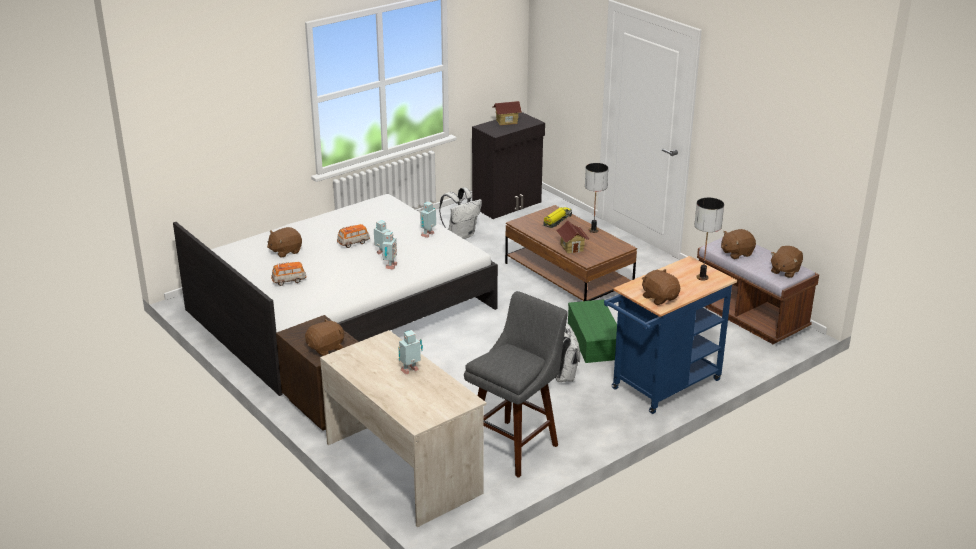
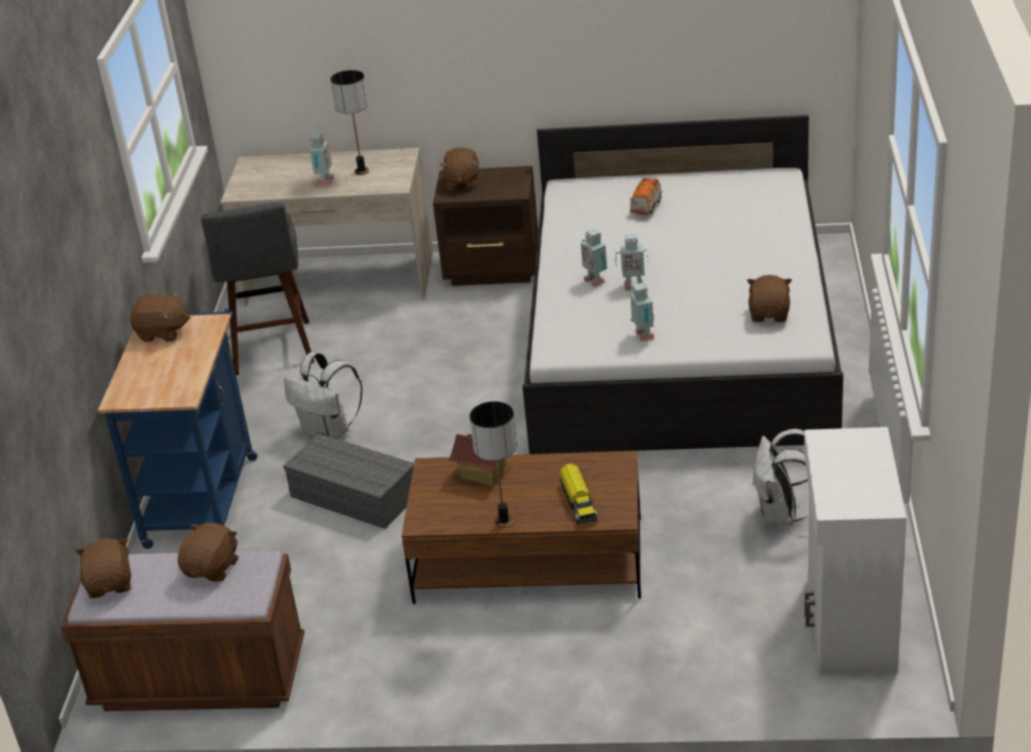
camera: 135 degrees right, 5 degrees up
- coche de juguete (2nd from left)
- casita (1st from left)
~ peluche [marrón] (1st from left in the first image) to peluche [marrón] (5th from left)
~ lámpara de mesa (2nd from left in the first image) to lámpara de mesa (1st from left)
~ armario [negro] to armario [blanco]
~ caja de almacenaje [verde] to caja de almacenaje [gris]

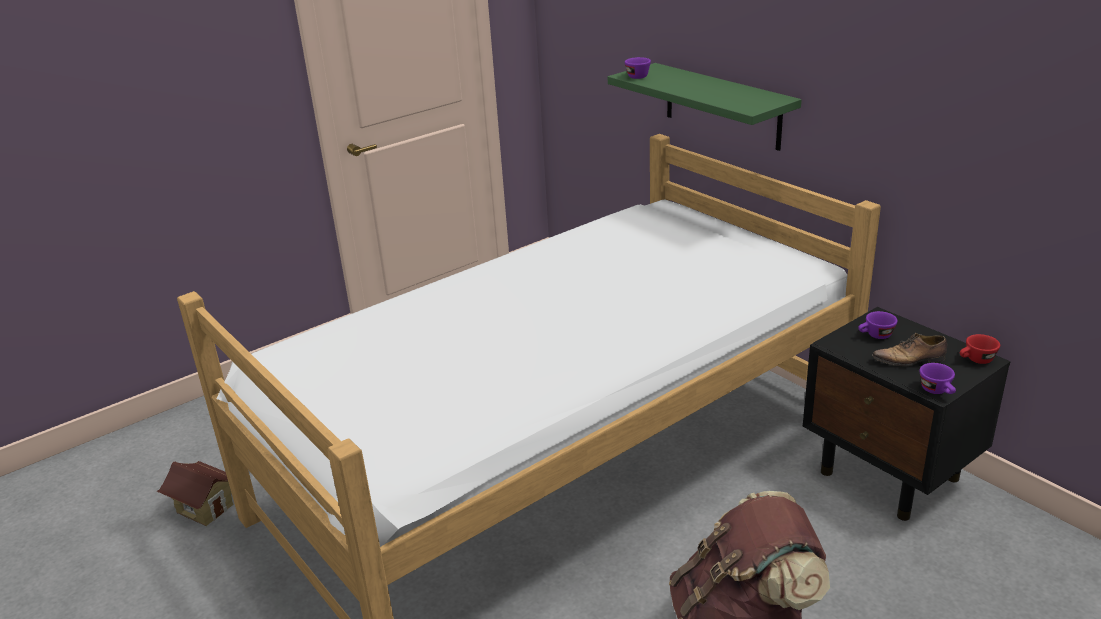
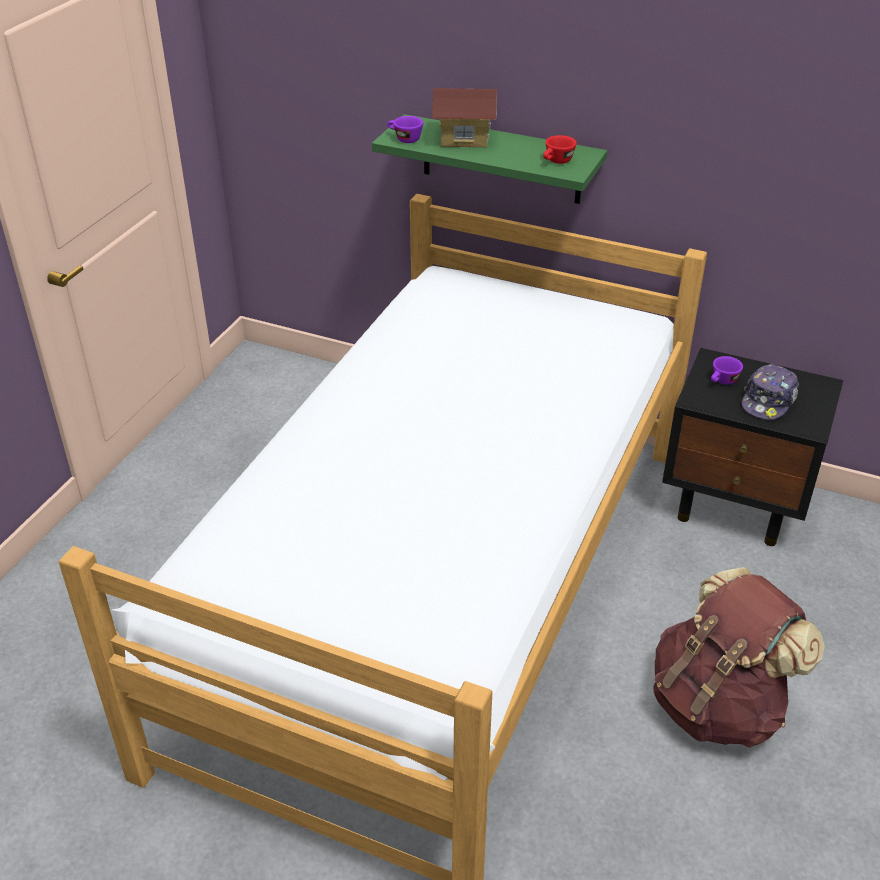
camera: 30 degrees left, 10 degrees up
- taza [morado] (3rd from left)
~ casita
~ taza [rojo]
~ zapato to gorra

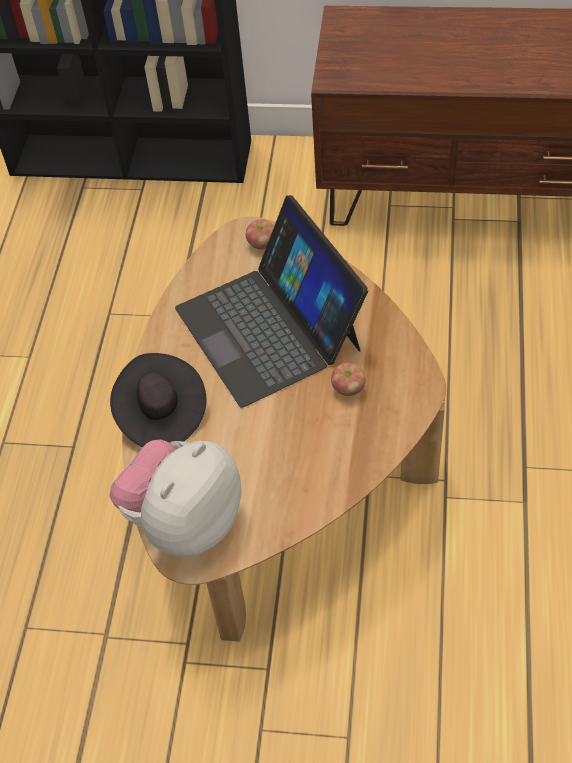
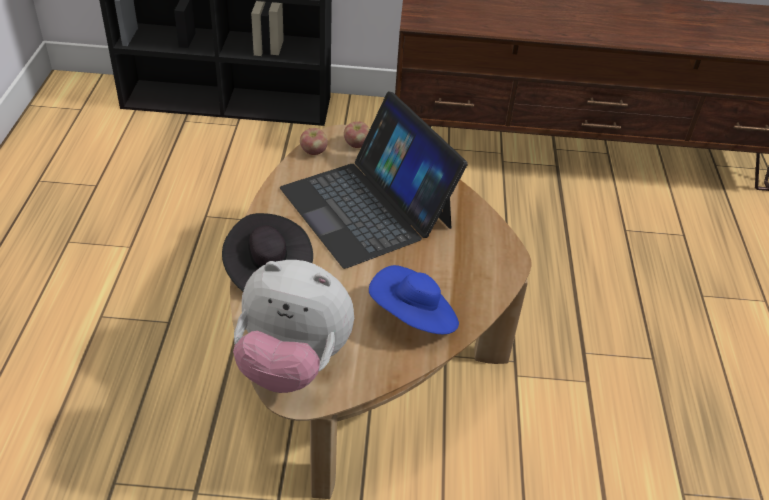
camera: 10 degrees left, 10 degrees down
+ sombrero [azul]
~ manzana (2nd from left in the first image) to manzana (1st from left)
~ peluche 105 degrees counterclockwise

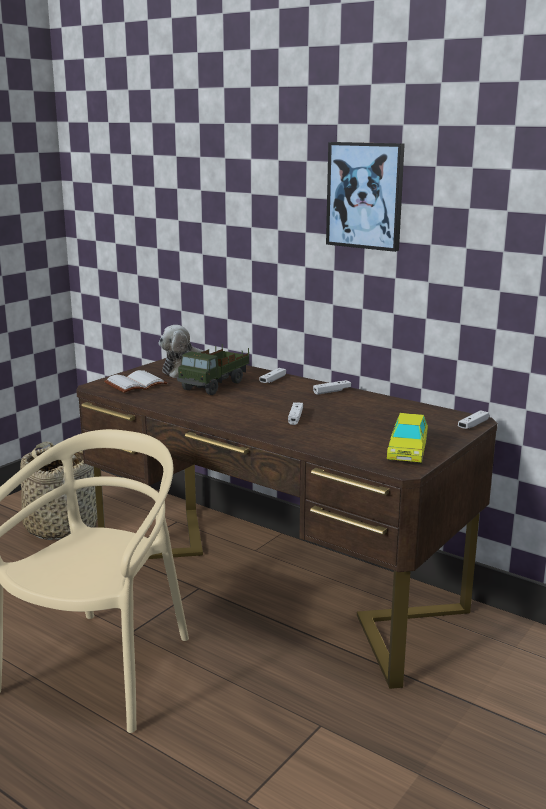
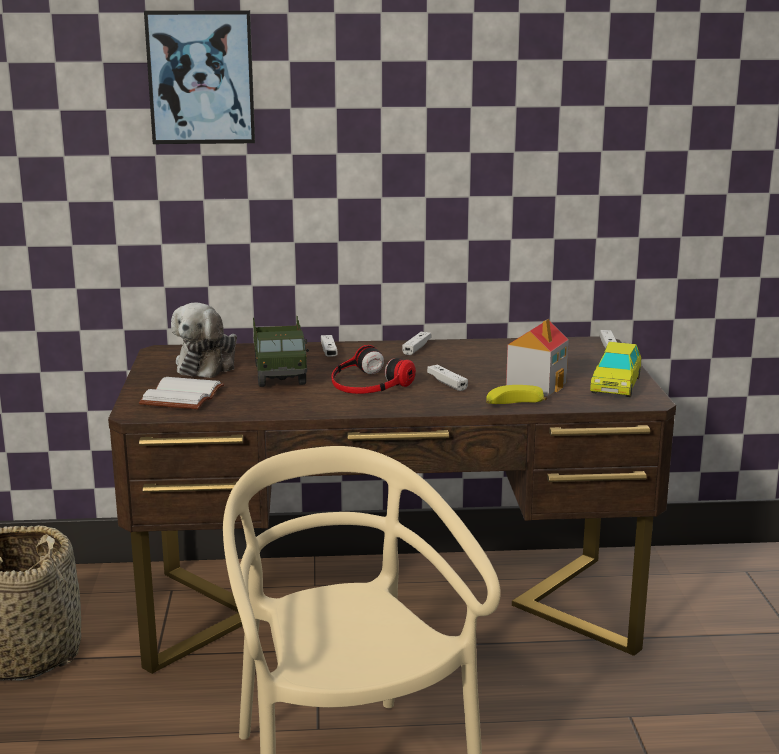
camera: 40 degrees left, 0 degrees up
+ auriculares
+ plátano
+ casita
~ cuadro
~ coche de juguete 45 degrees clockwise

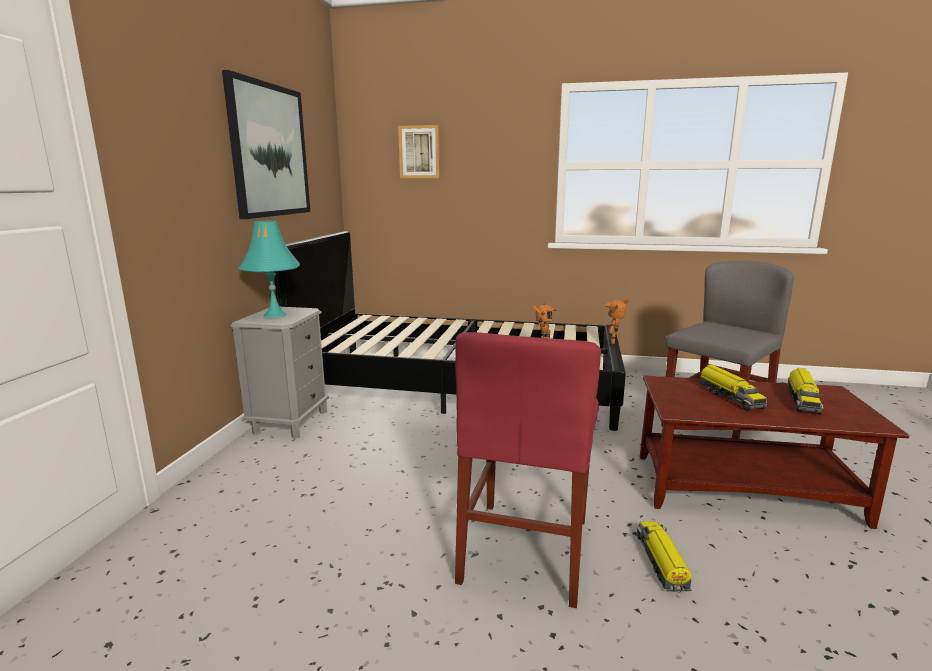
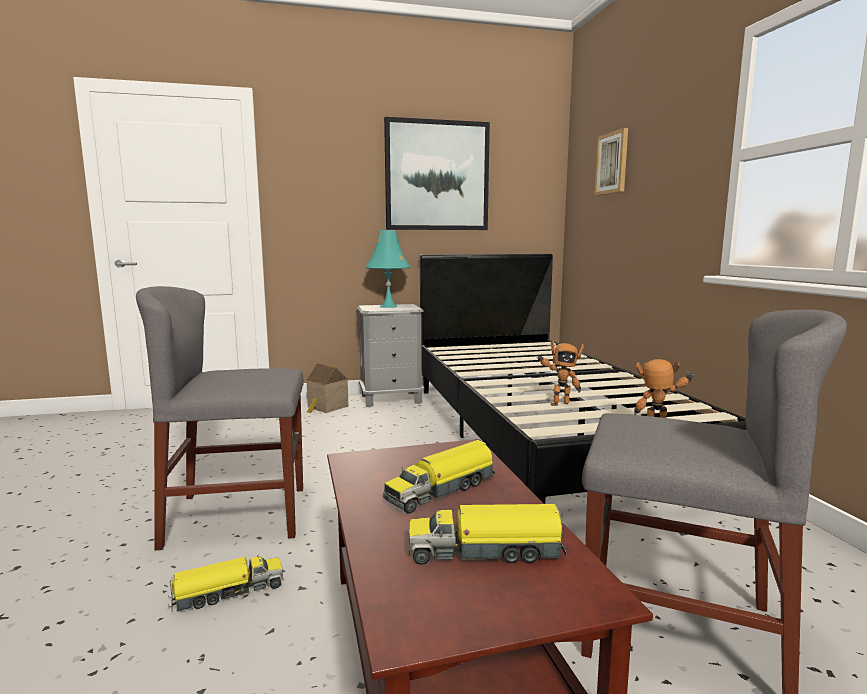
camera: 65 degrees right, 5 degrees down
+ casita
~ silla [rojo] to silla [gris] (1st from left)

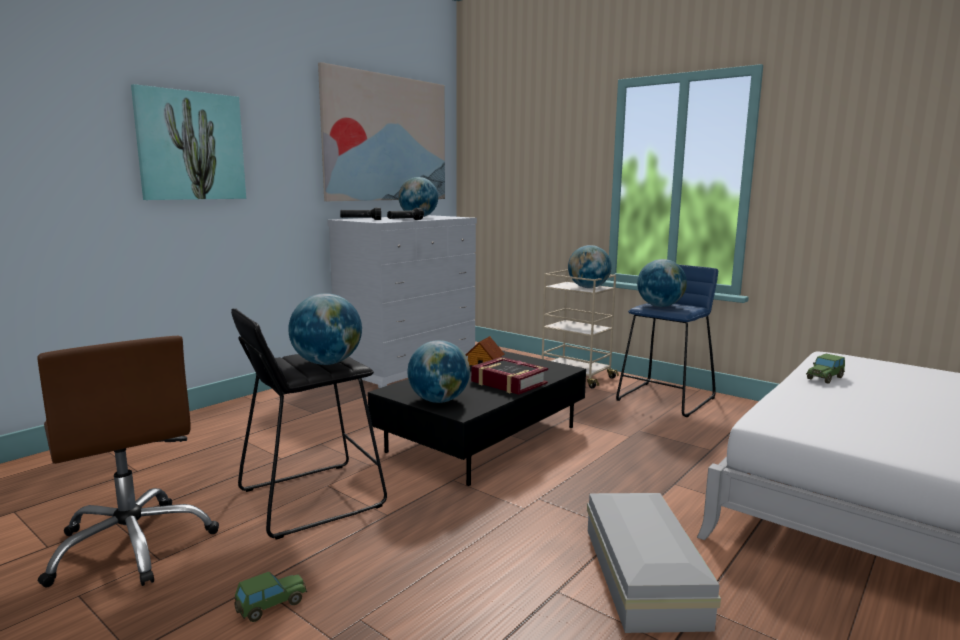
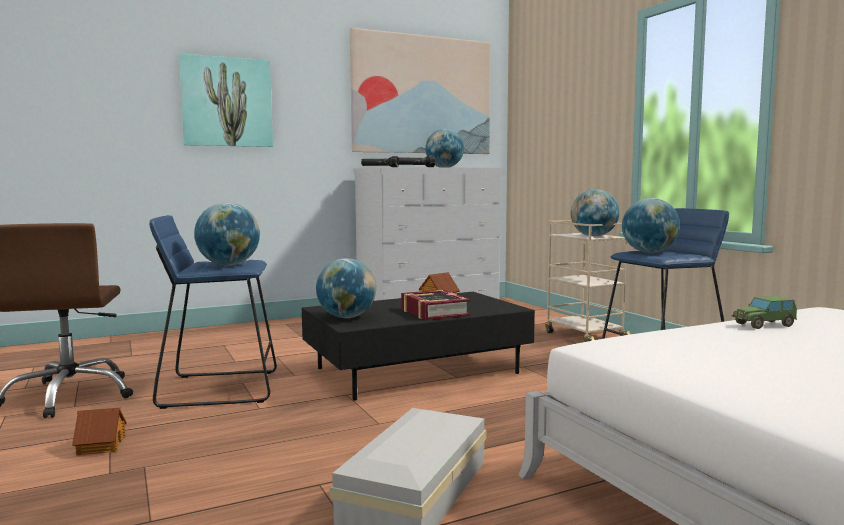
camera: 25 degrees right, 5 degrees down
~ coche de juguete (1st from left) to casita (1st from left)
~ taburete [negro] to taburete [azul] (1st from left)

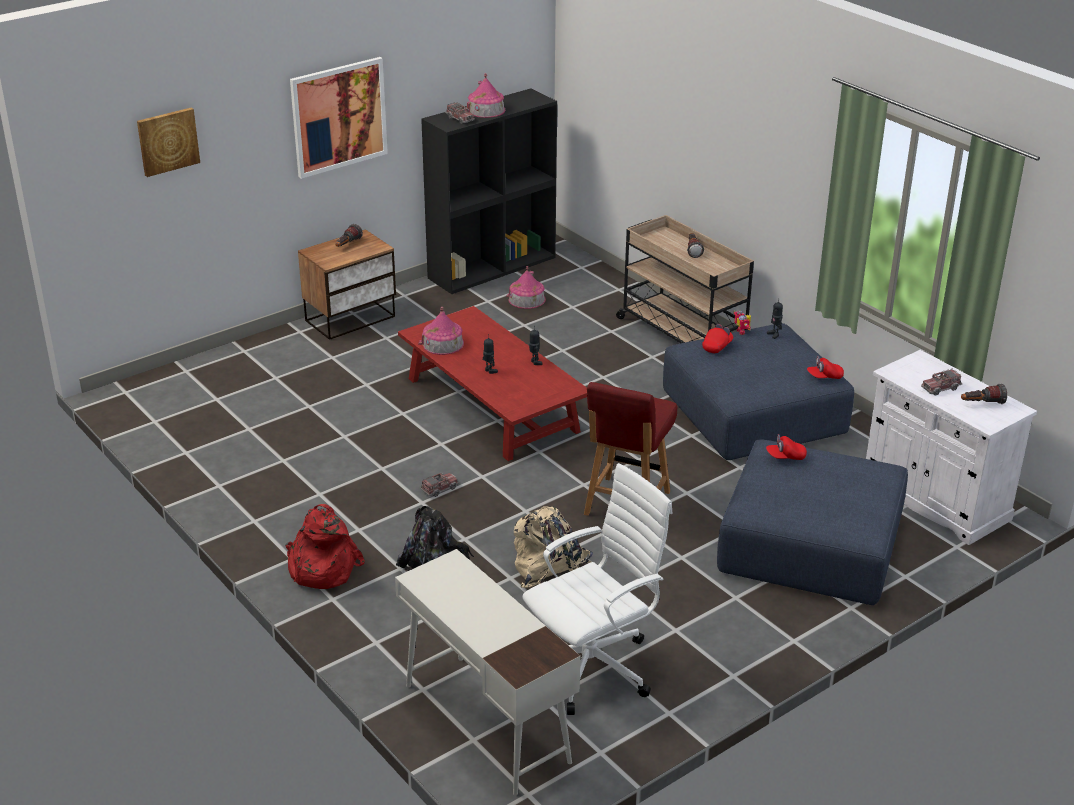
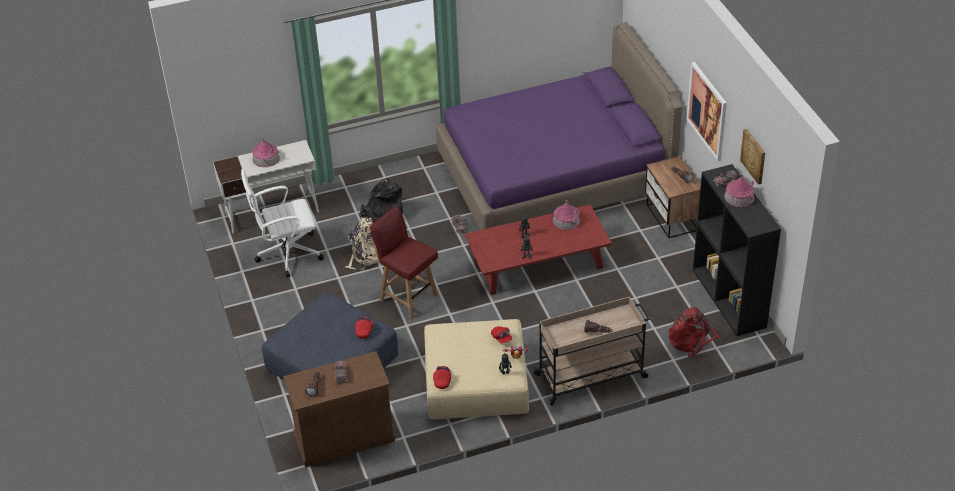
camera: 110 degrees right, 10 degrees up
+ cama [morado]
~ cuadro (1st from left in the first image) to cuadro (2nd from left)
~ mochila [rojo]
~ casita (3rd from left in the first image) to casita (1st from left)
~ puf [azul] (1st from left) to puf [beis]
~ armario [blanco] to armario [marrón]
~ silla de oficina [blanco] 90 degrees clockwise

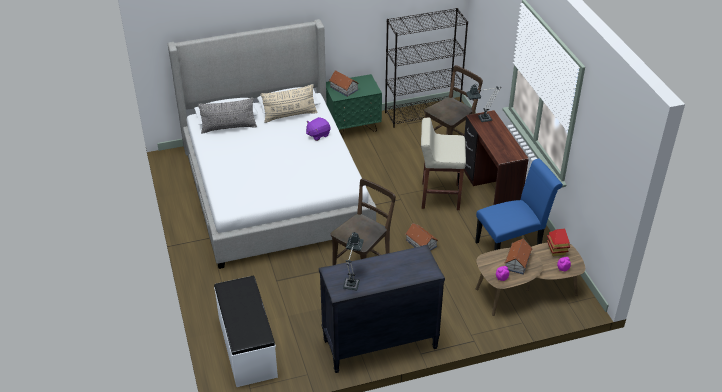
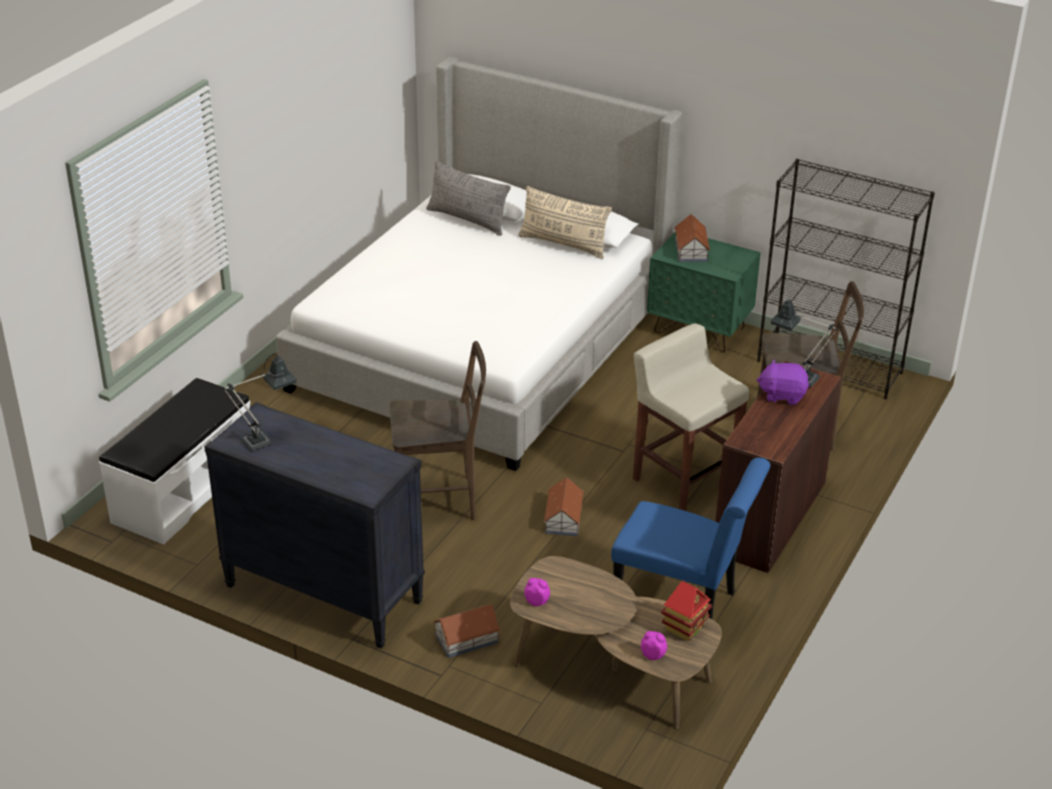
camera: 45 degrees right, 5 degrees down
~ peluche [morado]
~ casita (3rd from left in the first image) to casita (1st from left)

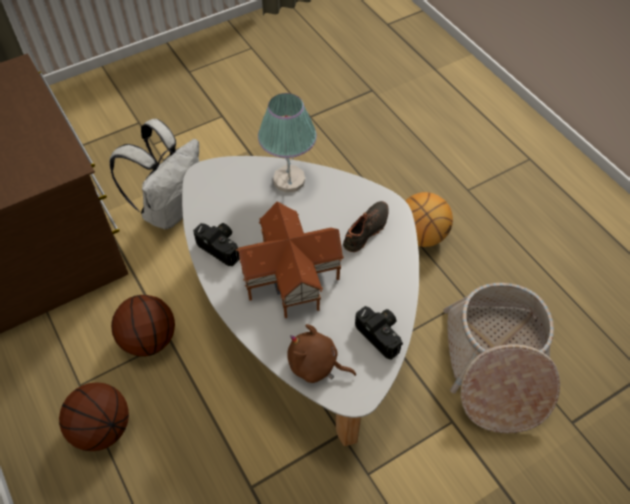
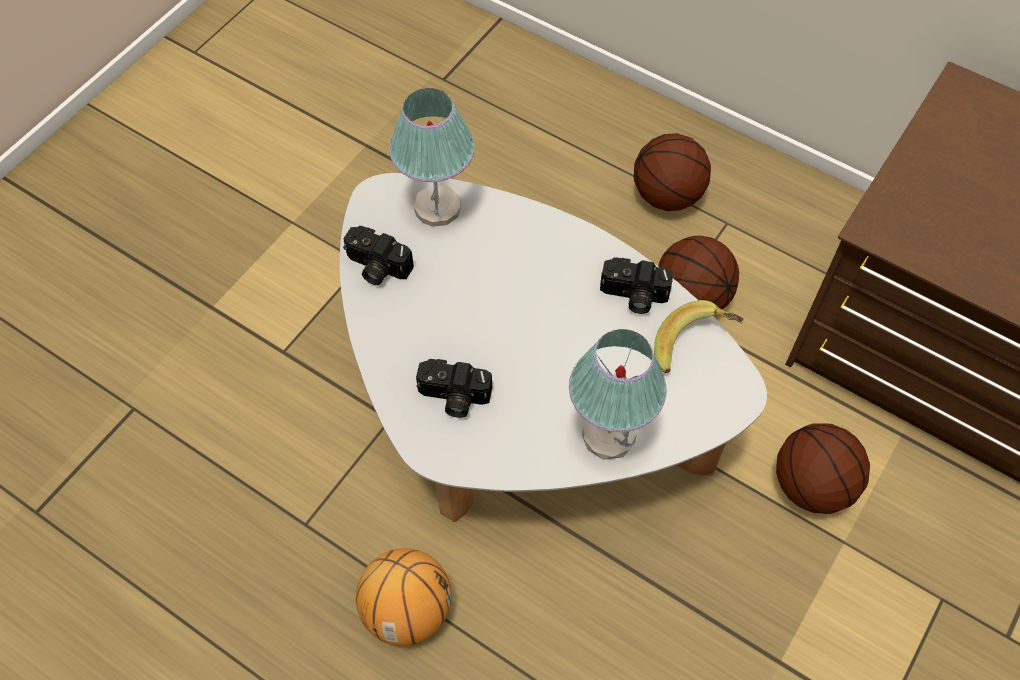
camera: 155 degrees right, 5 degrees up
- casita
- cesta
+ plátano
~ mochila [blanco] to balón de baloncesto (4th from left)
~ peluche [marrón] to lámpara de mesa (1st from left)
~ zapato [negro] to cámara (2nd from left)

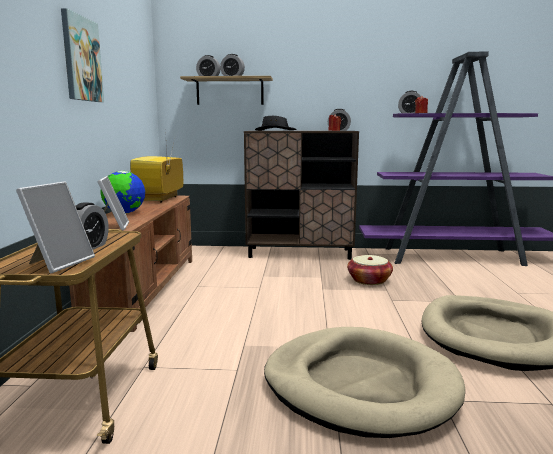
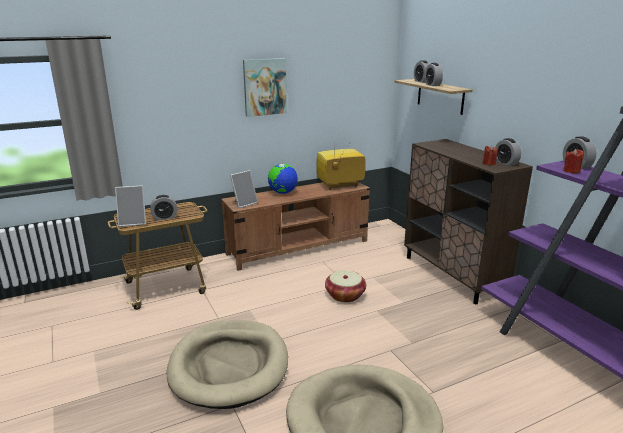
camera: 60 degrees right, 10 degrees up
- sombrero [negro]
~ cesta

